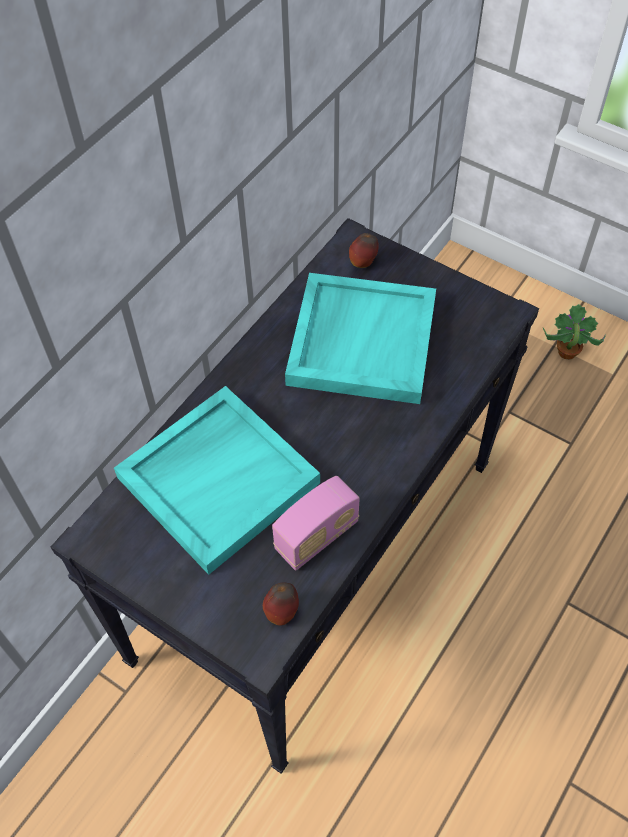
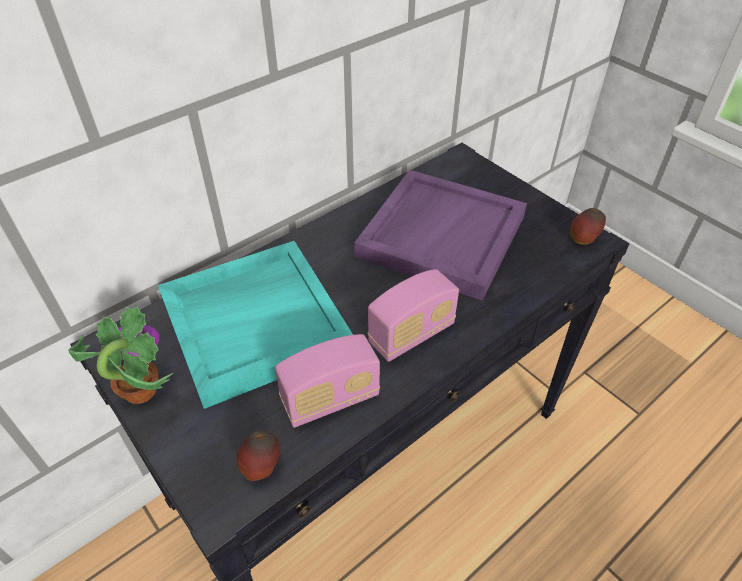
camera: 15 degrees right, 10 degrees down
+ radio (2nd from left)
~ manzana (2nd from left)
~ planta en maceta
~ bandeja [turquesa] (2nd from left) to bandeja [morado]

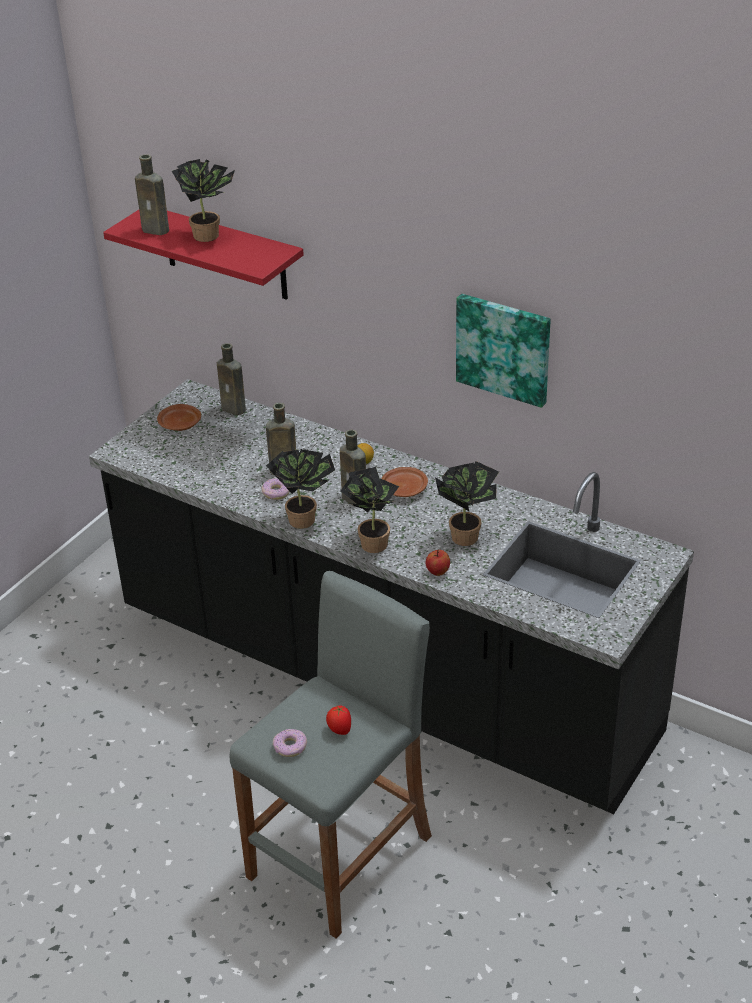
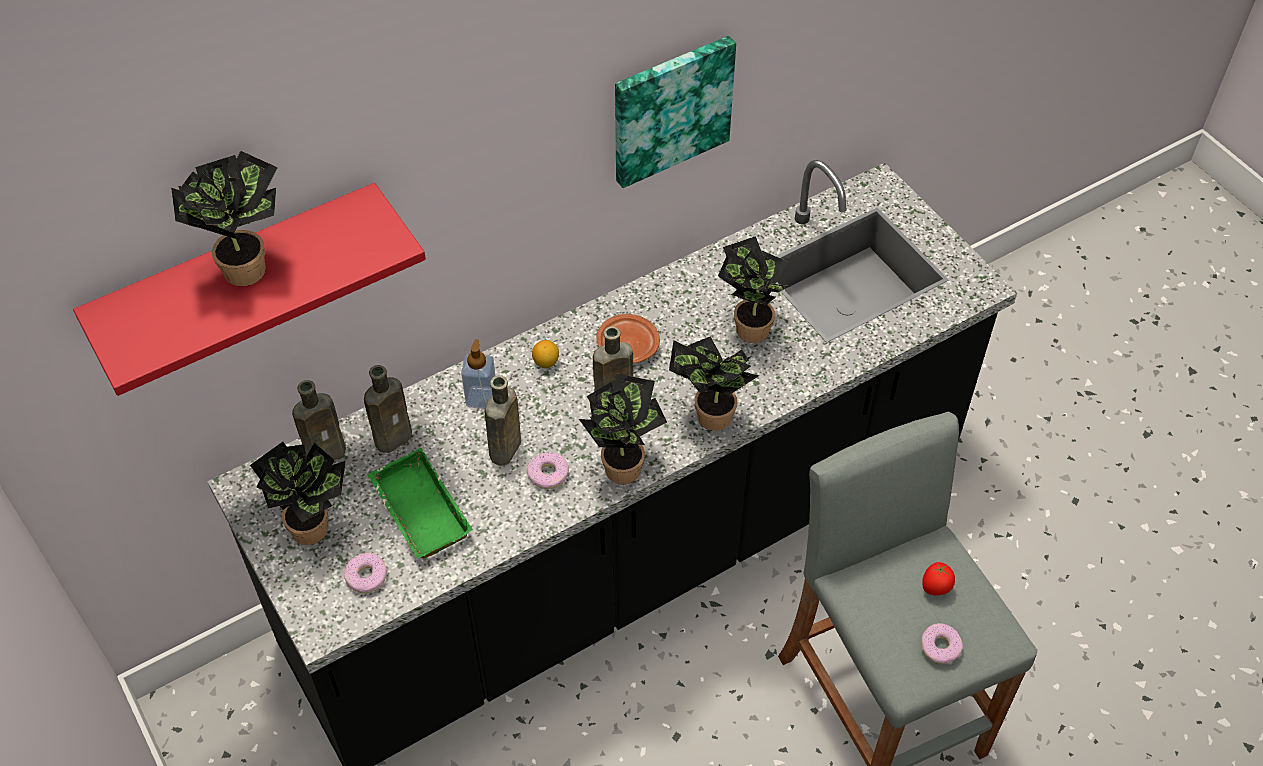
camera: 65 degrees left, 15 degrees up
- manzana
+ rosquilla (1st from left)
+ bandeja [verde]
+ dispensador de jabón
~ botella [marrón] (1st from left in the first image) to botella [marrón] (2nd from left)
~ plato [marrón] (1st from left) to planta en maceta (2nd from left)

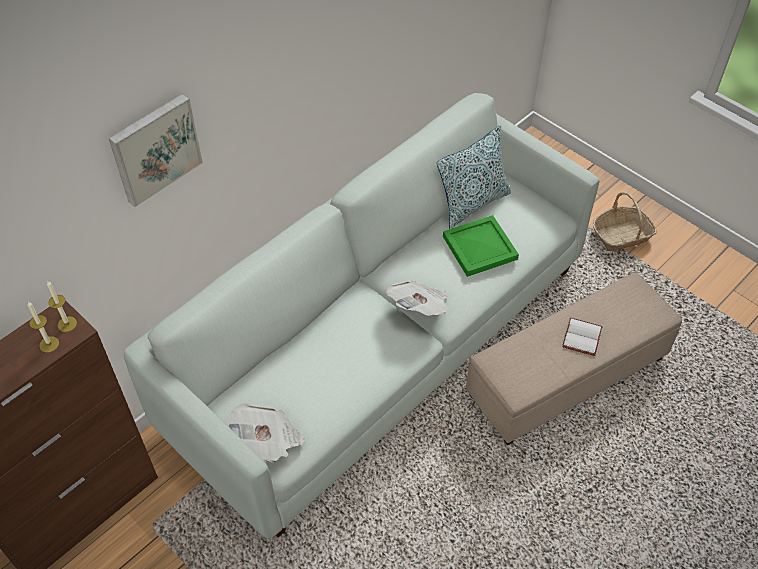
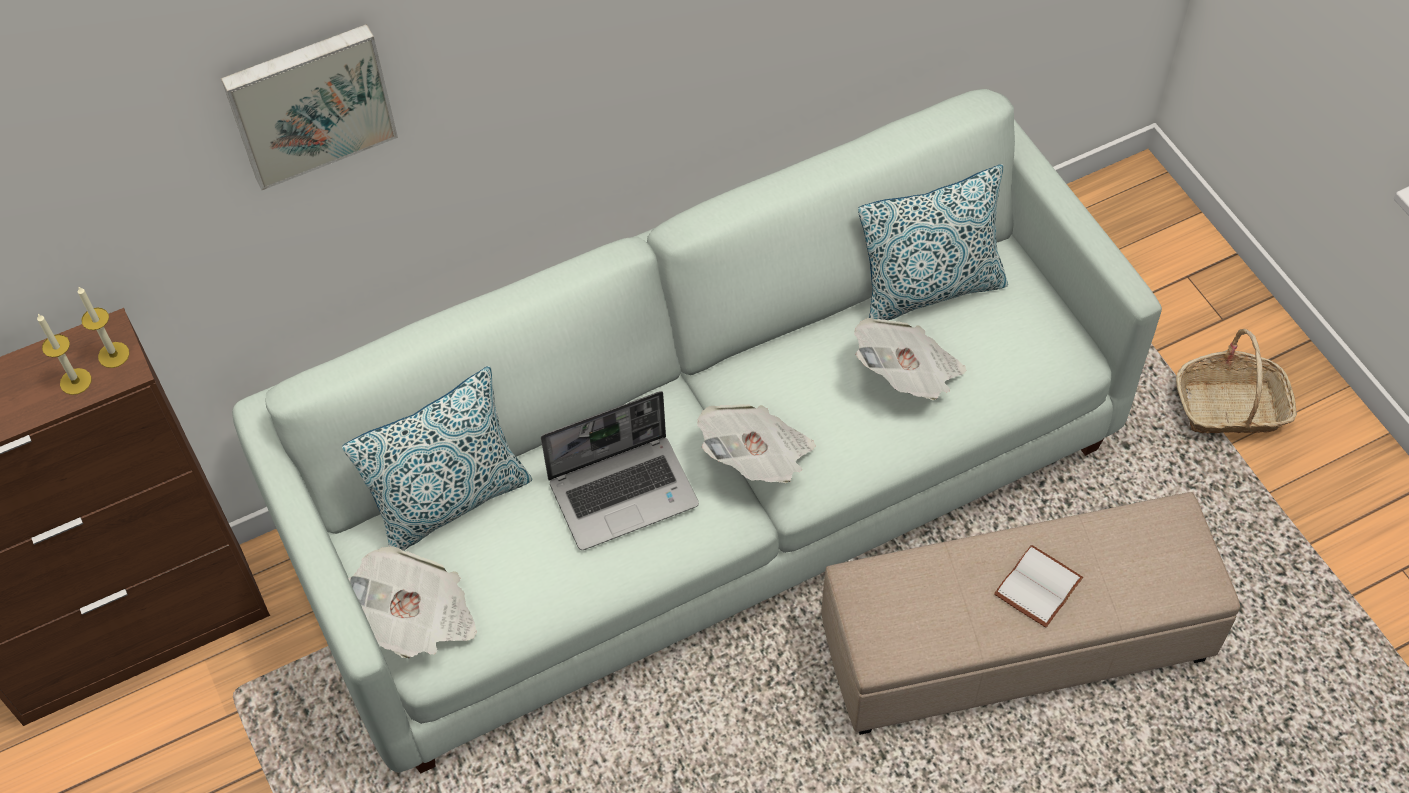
camera: 20 degrees right, 5 degrees up
+ cojín (1st from left)
+ portátil
~ bandeja [verde] to periódico (3rd from left)

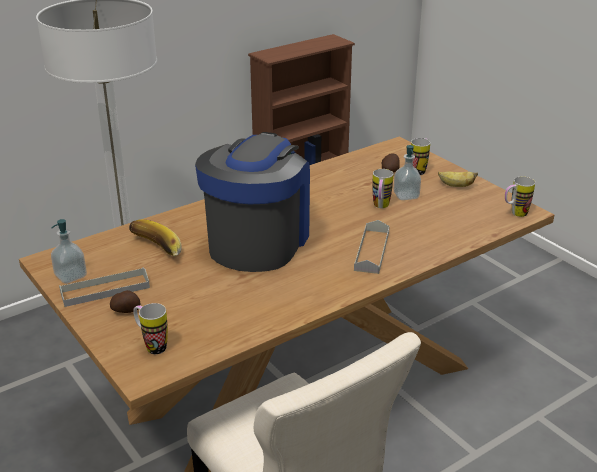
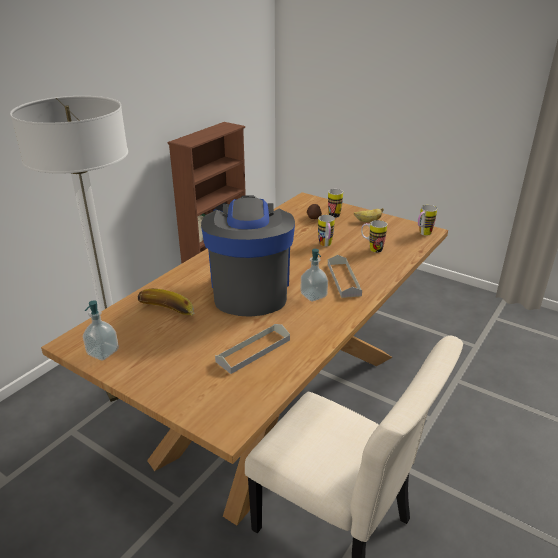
camera: 20 degrees left, 0 degrees up
- patata (1st from left)
~ bandeja [gris] (1st from left)
~ taza grande (1st from left in the first image) to taza grande (3rd from left)
~ dispensador de jabón (2nd from left)

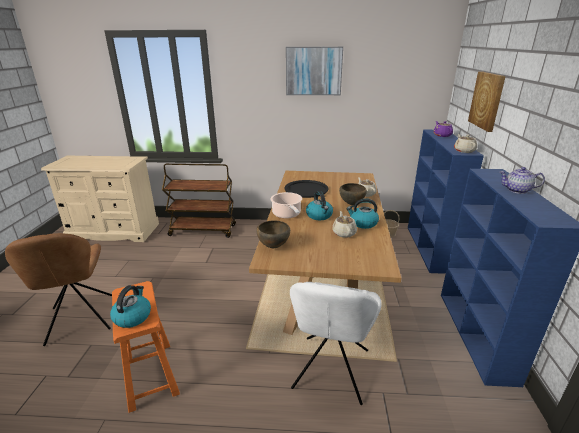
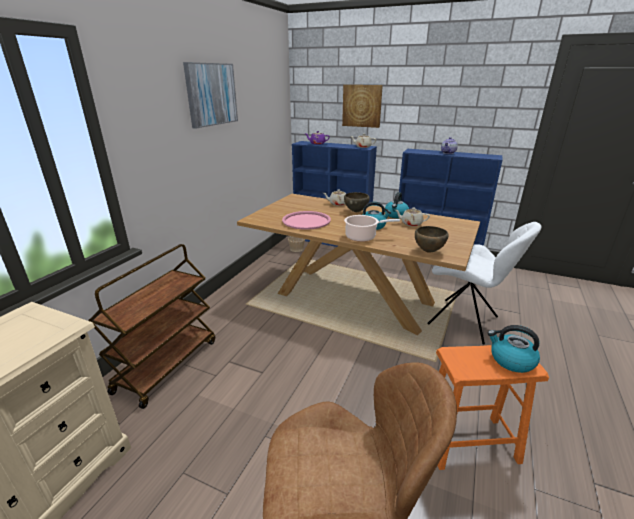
camera: 70 degrees left, 0 degrees up
~ bandeja [negro] to bandeja [rosa]

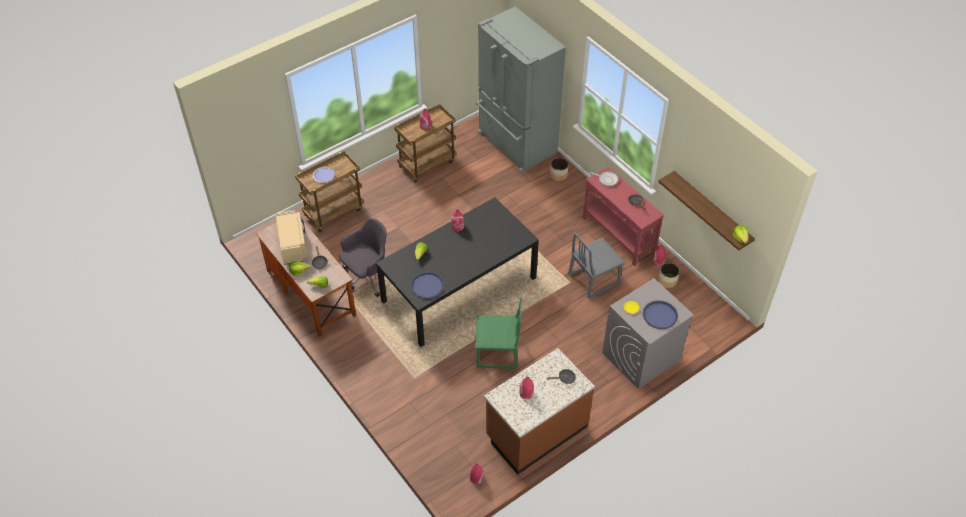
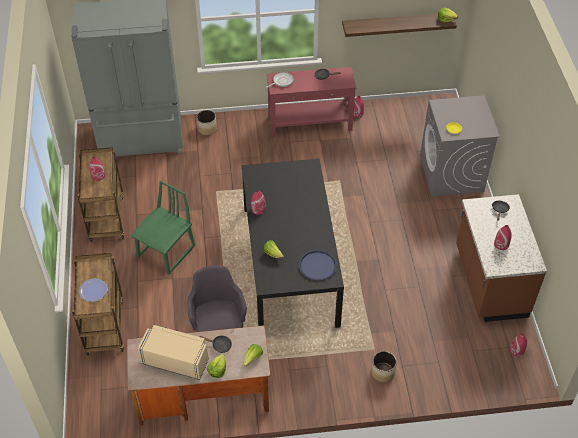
camera: 60 degrees left, 0 degrees up
- silla [gris]
- bandeja [azul] (2nd from left)
~ silla [verde]
~ maceta (2nd from left)

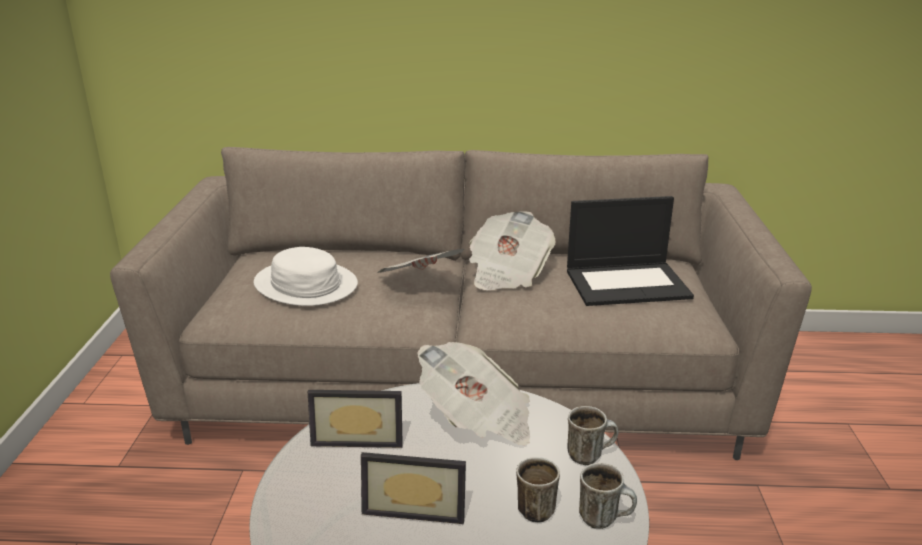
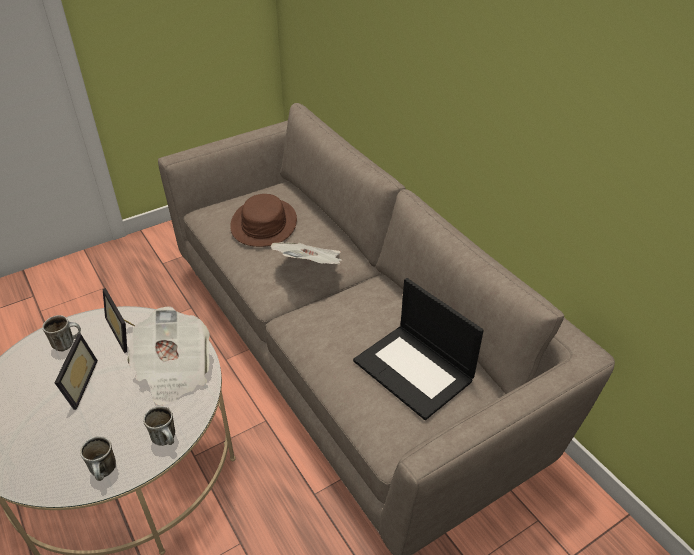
camera: 55 degrees right, 15 degrees up
- periódico (3rd from left)
~ taza grande (1st from left)
~ sombrero [blanco] to sombrero [marrón]
~ portarretratos (2nd from left in the first image) 150 degrees counterclockwise

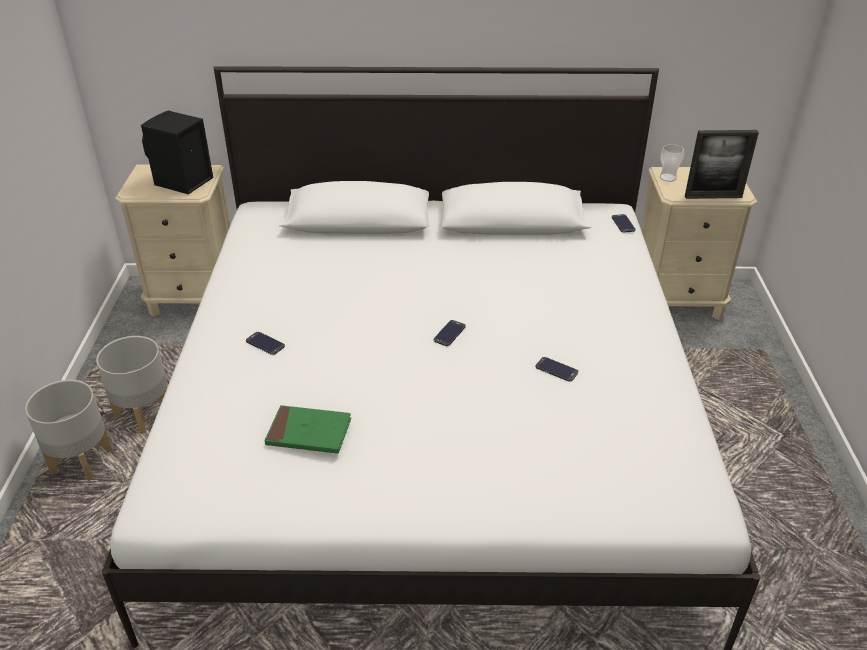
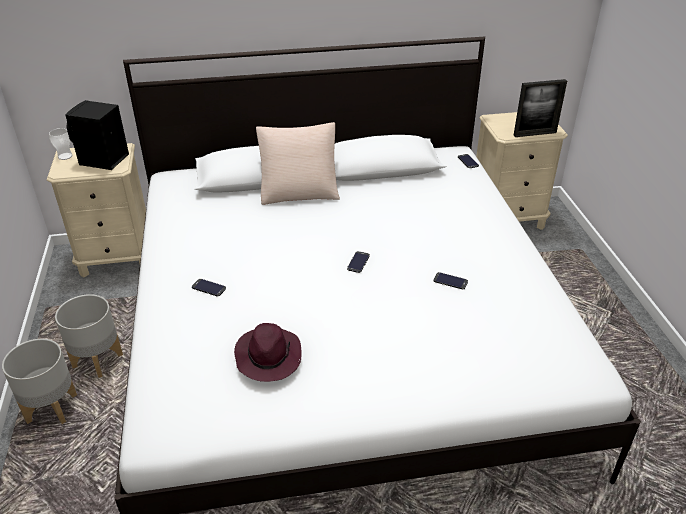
camera: 10 degrees left, 0 degrees up
+ cojín [beis]
~ taza
~ libro [verde] to sombrero [morado]

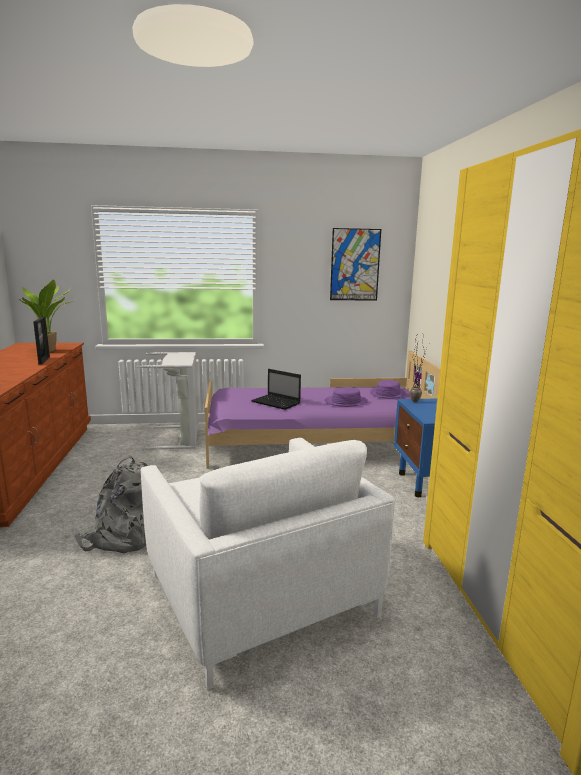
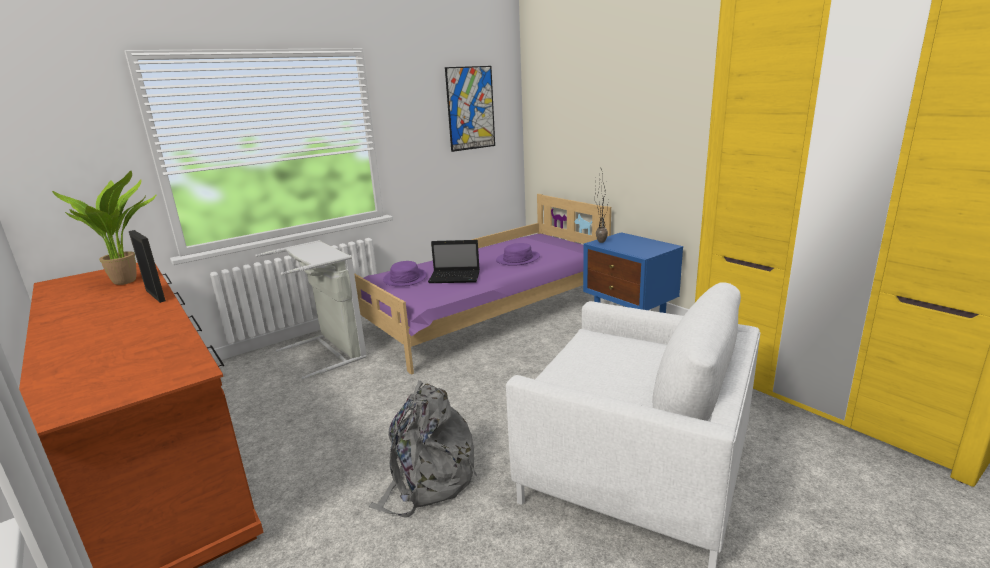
camera: 30 degrees left, 5 degrees up
~ sombrero [morado] (2nd from left in the first image) to sombrero [morado] (1st from left)

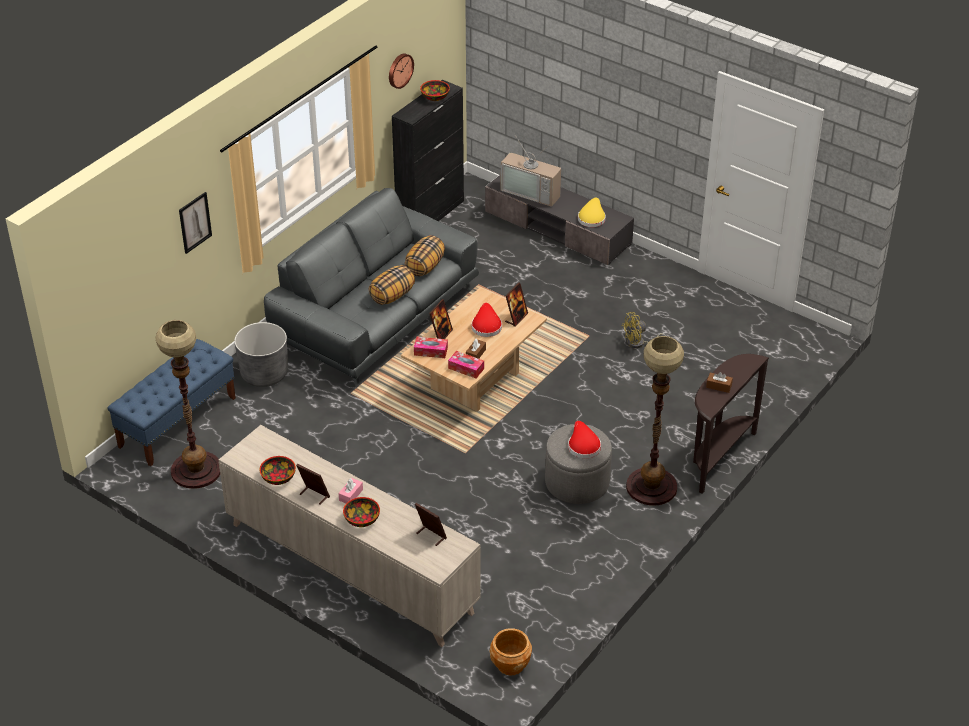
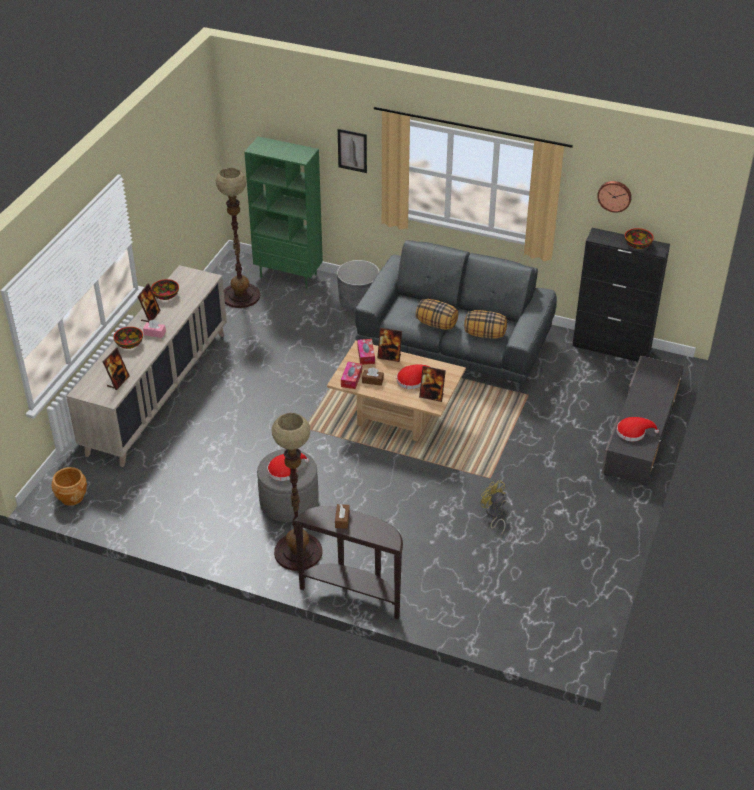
camera: 75 degrees right, 0 degrees up
- televisor
~ banco [azul] to estantería [verde]
~ sombrero [amarillo] to sombrero [rojo] (3rd from left)

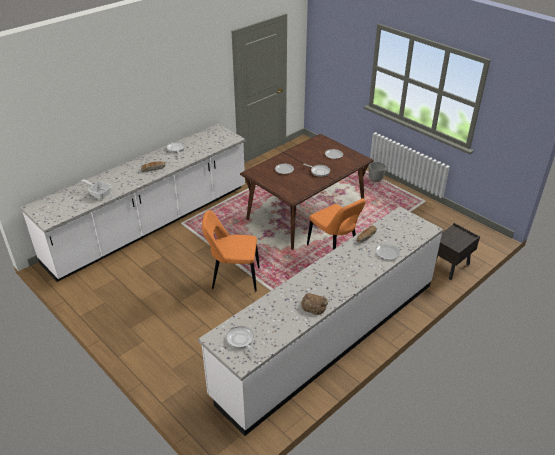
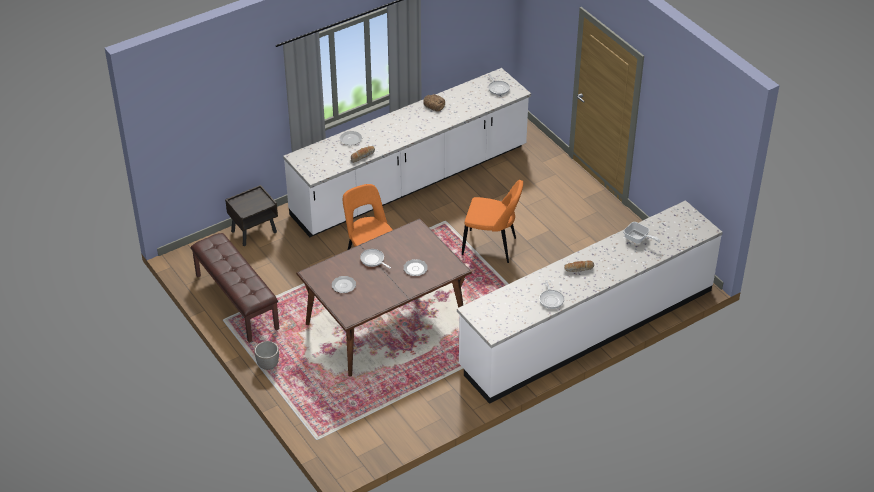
camera: 170 degrees left, 5 degrees up
+ banco [marrón]

